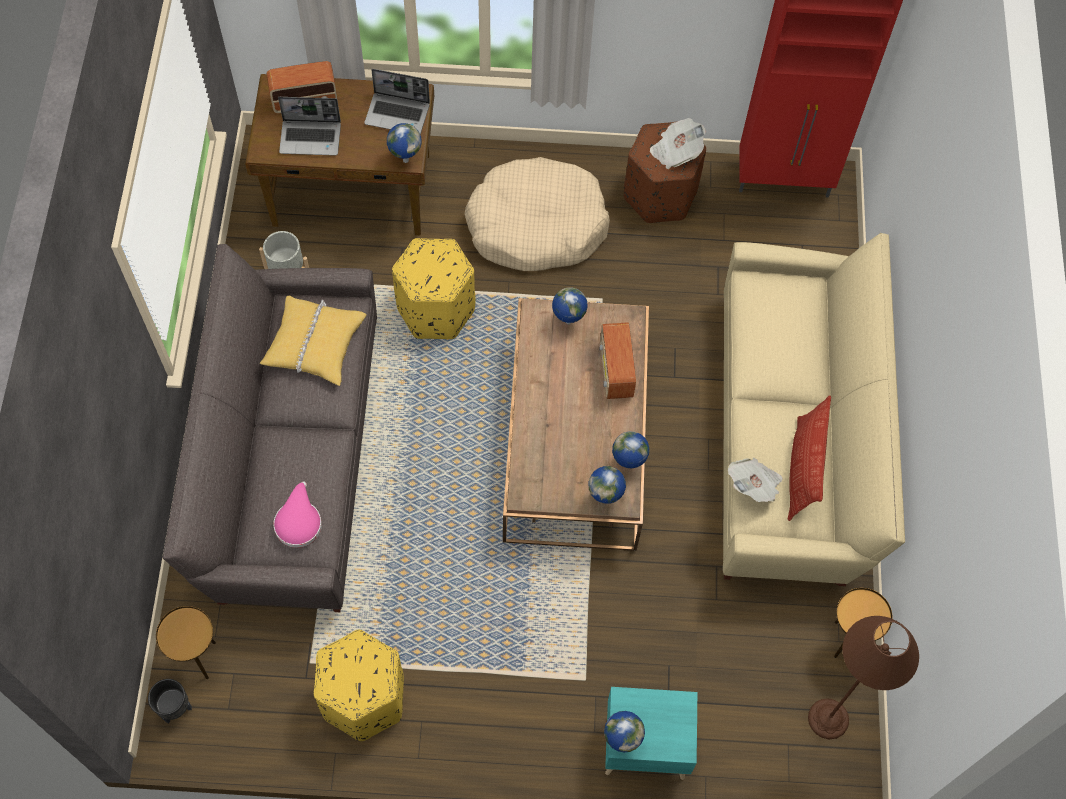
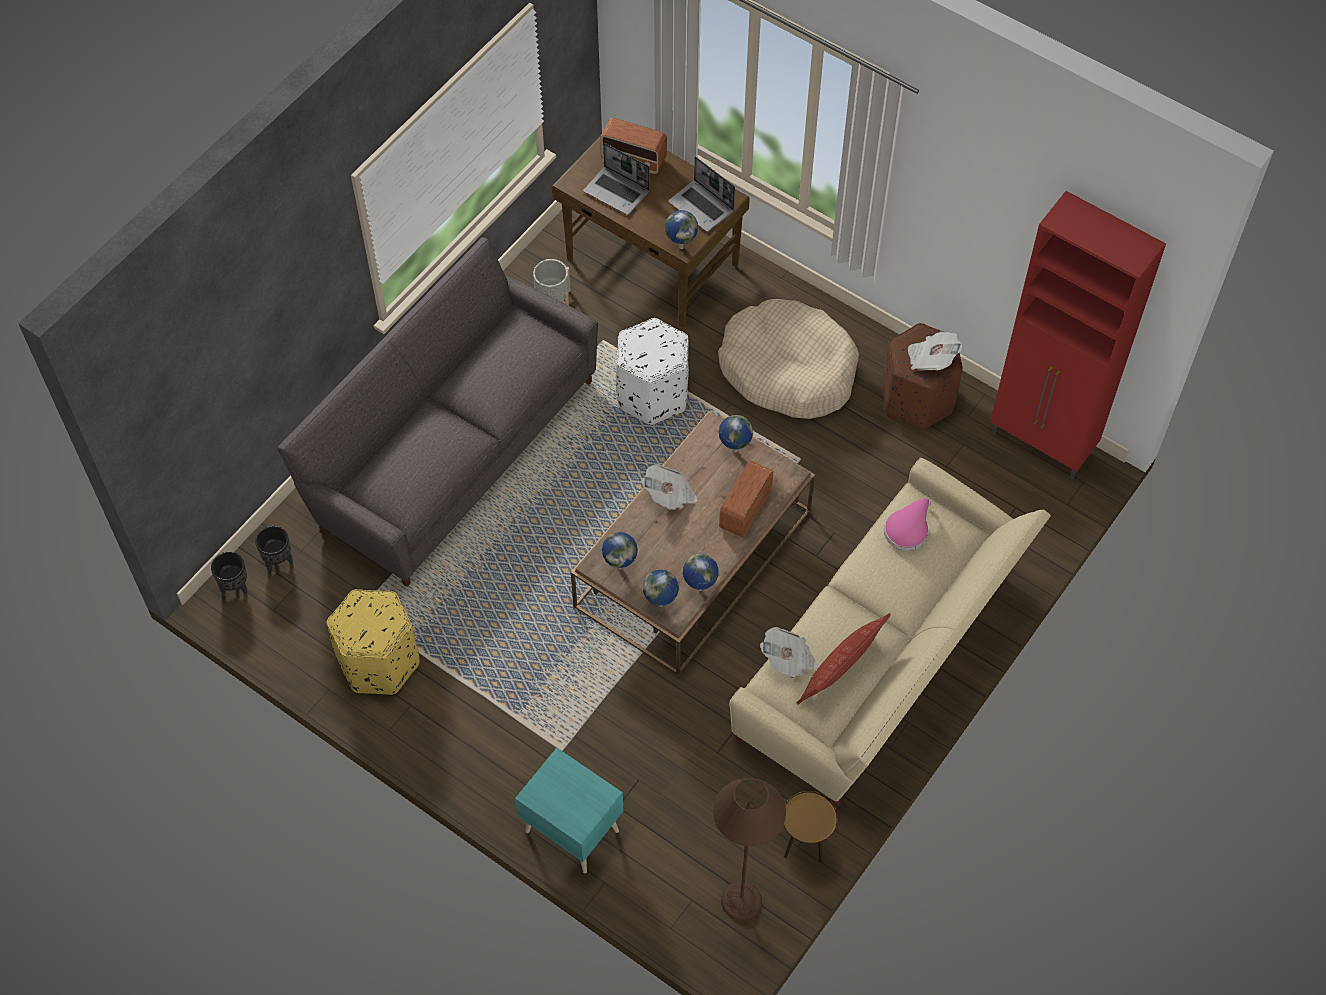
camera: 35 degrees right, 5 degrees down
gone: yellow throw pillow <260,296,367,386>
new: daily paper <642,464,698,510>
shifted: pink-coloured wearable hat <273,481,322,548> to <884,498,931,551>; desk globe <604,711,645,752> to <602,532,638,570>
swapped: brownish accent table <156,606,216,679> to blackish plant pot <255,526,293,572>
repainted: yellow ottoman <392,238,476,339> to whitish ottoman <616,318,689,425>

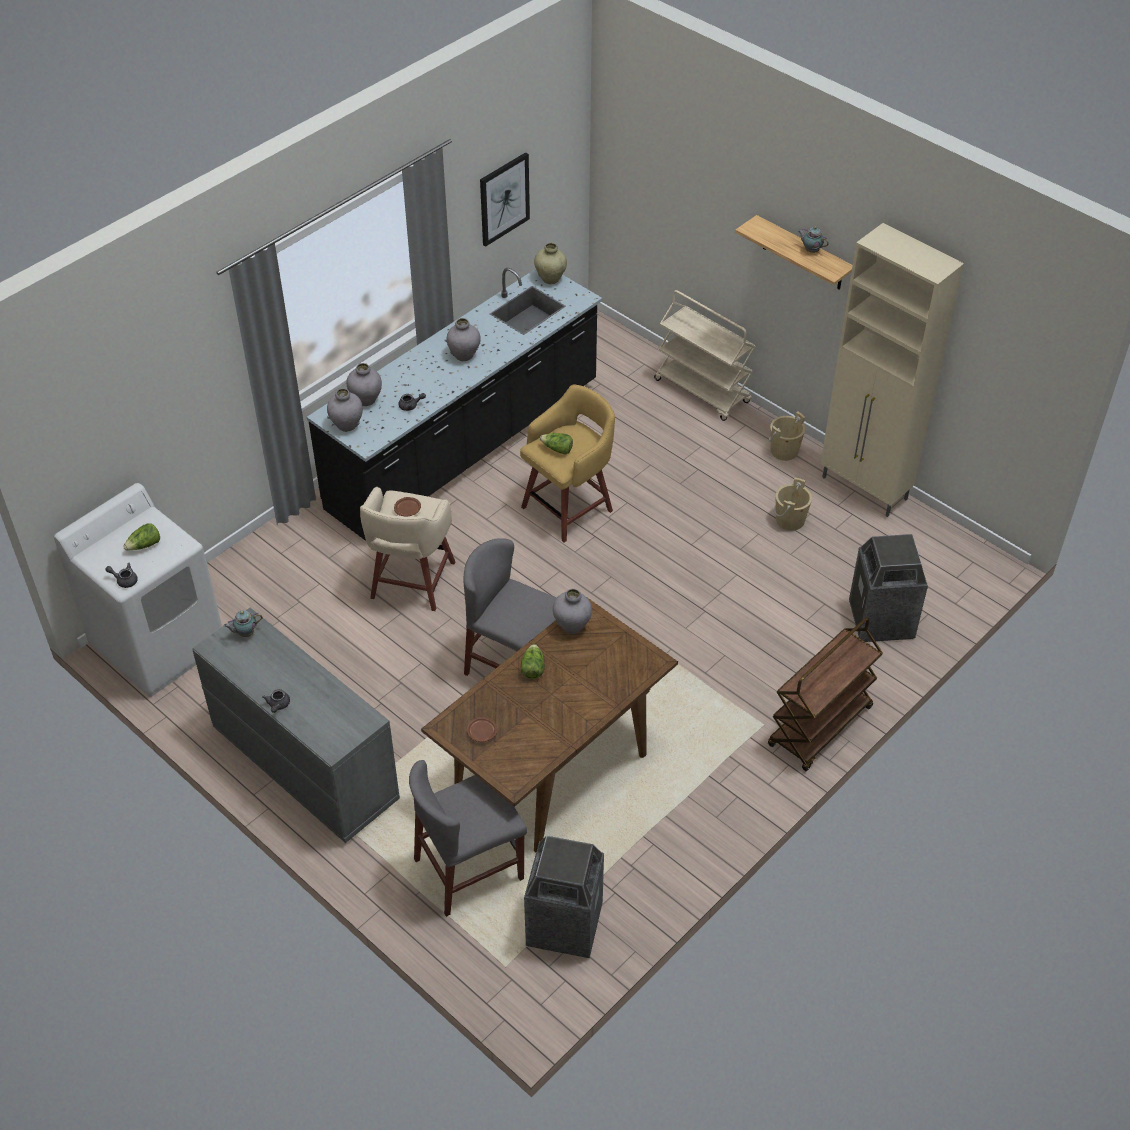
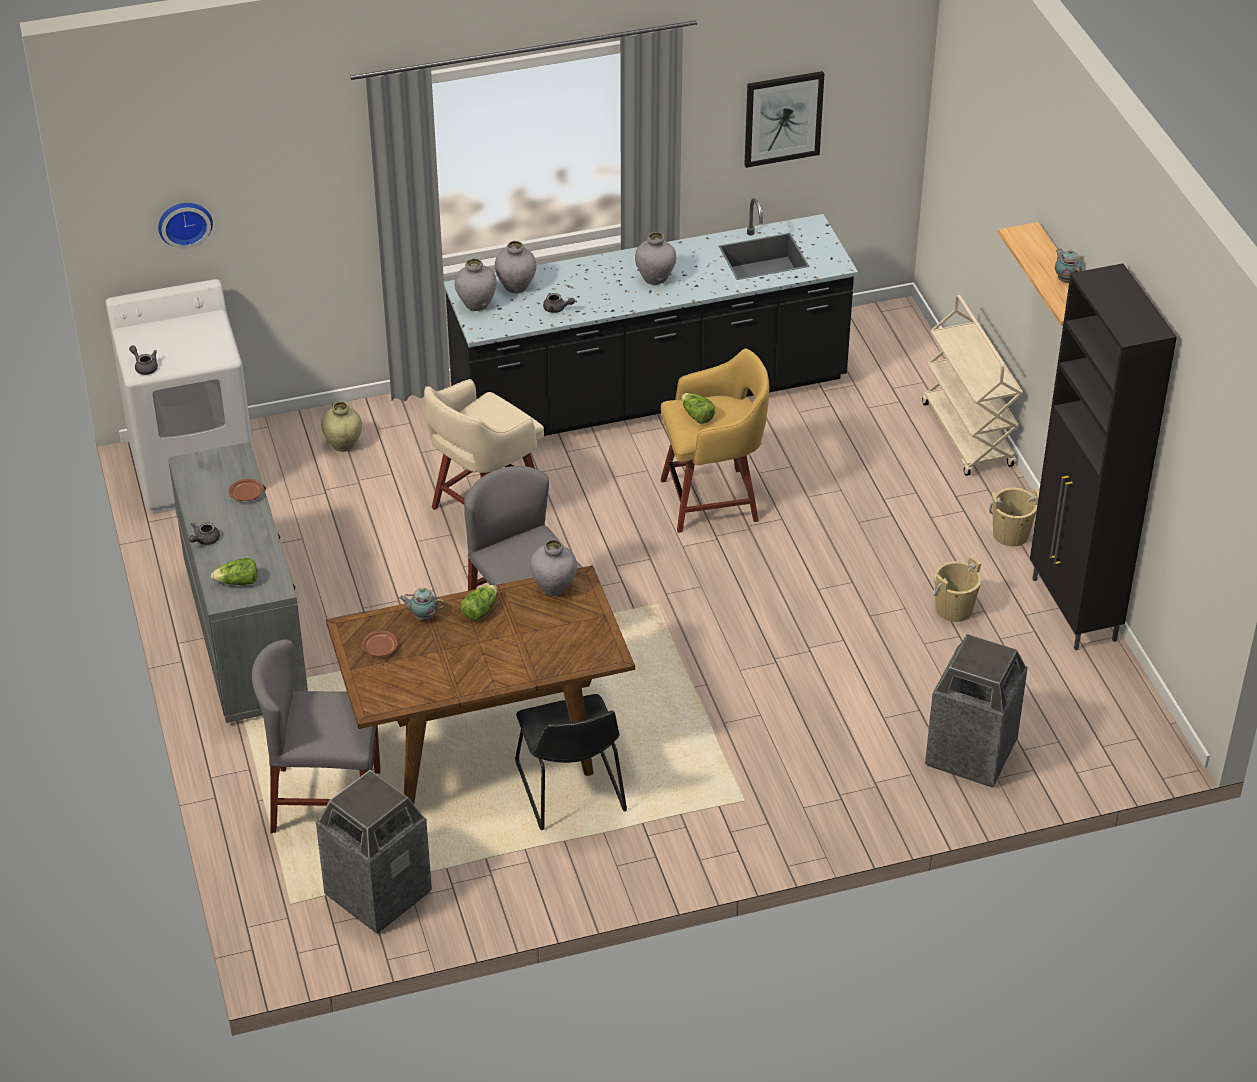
camera: 30 degrees right, 5 degrees down
gone: brownish trolley <768,617,883,771>
new: hanging clock <158,203,213,249>; blackish plain chair <515,694,627,830>
shifted: beige vase <534,243,567,284> to <321,402,362,452>; brownish plate <394,497,421,516> to <229,479,263,501>; lettuce <123,523,160,551> to <211,558,257,585>; pot for tea <224,610,263,637> to <399,588,446,621>
repainted: beige cupboard <821,223,964,517> to blackish cupboard <1030,263,1177,650>

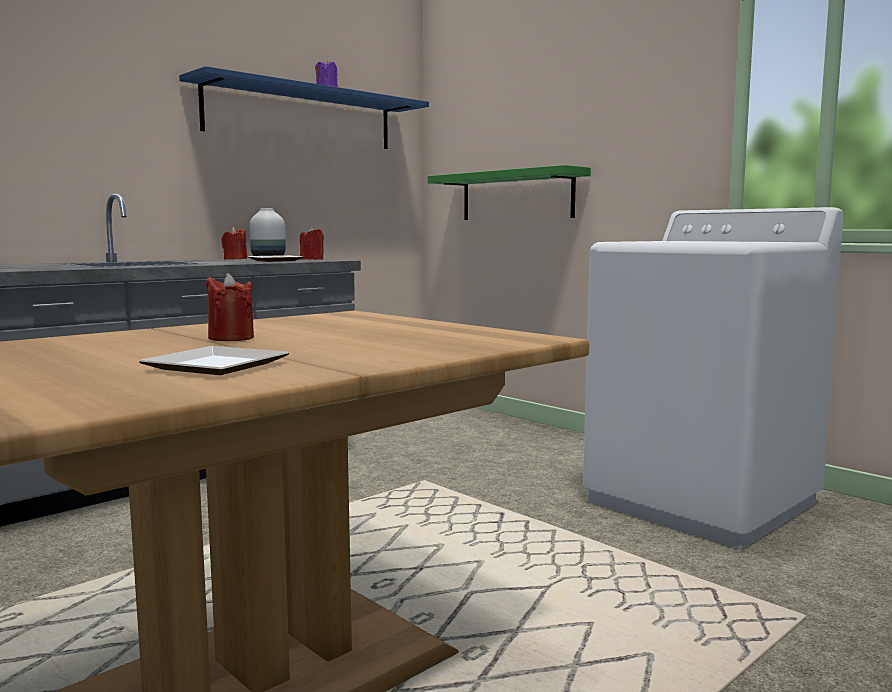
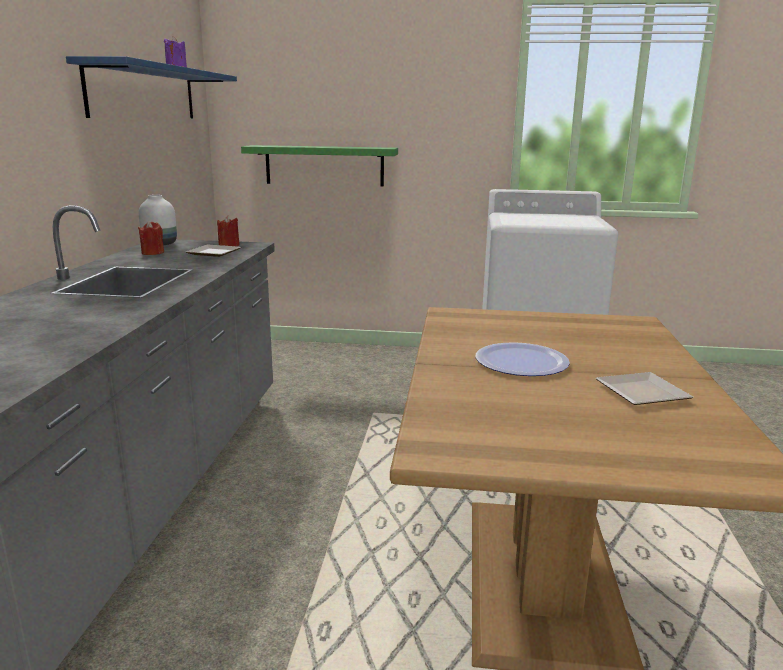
camera: 40 degrees left, 10 degrees up
swapped: red-coloured wax light <206,273,254,341> to plate <475,342,570,376>

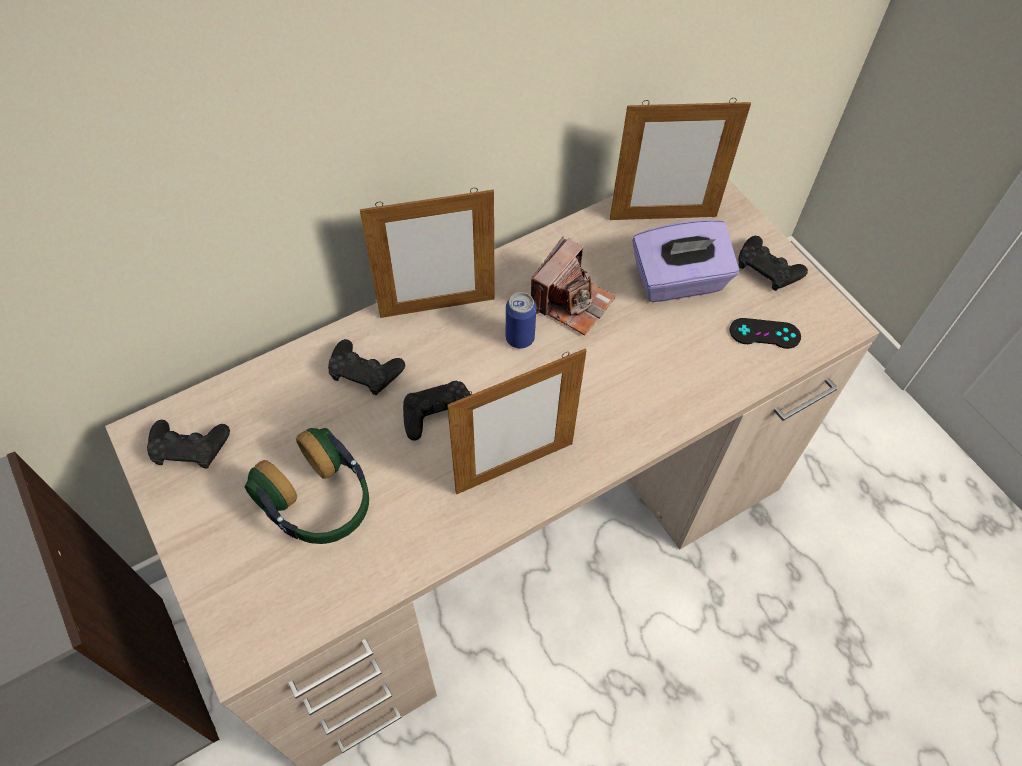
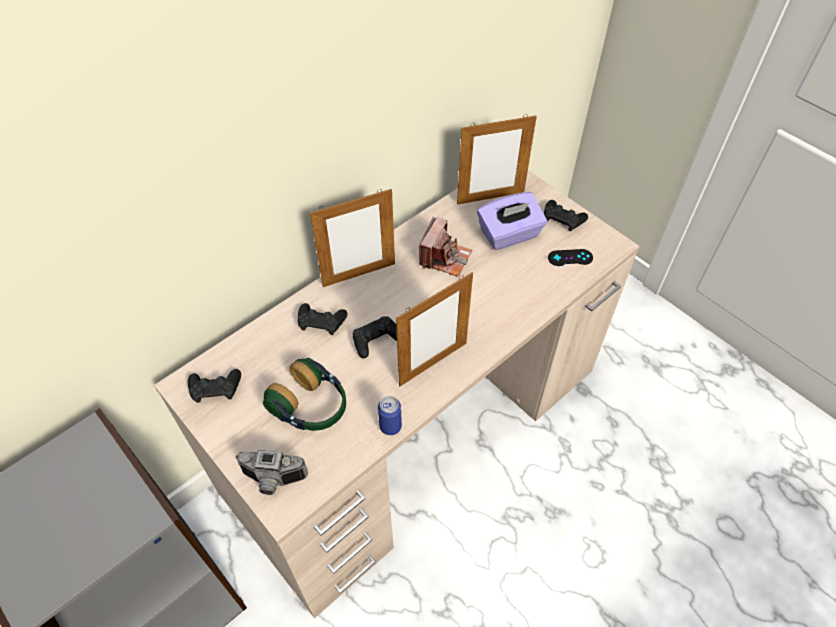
camera: 10 degrees left, 5 degrees down
new: photo camera <235,450,308,495>
shifted: sealed can <506,292,537,348> to <378,396,402,435>

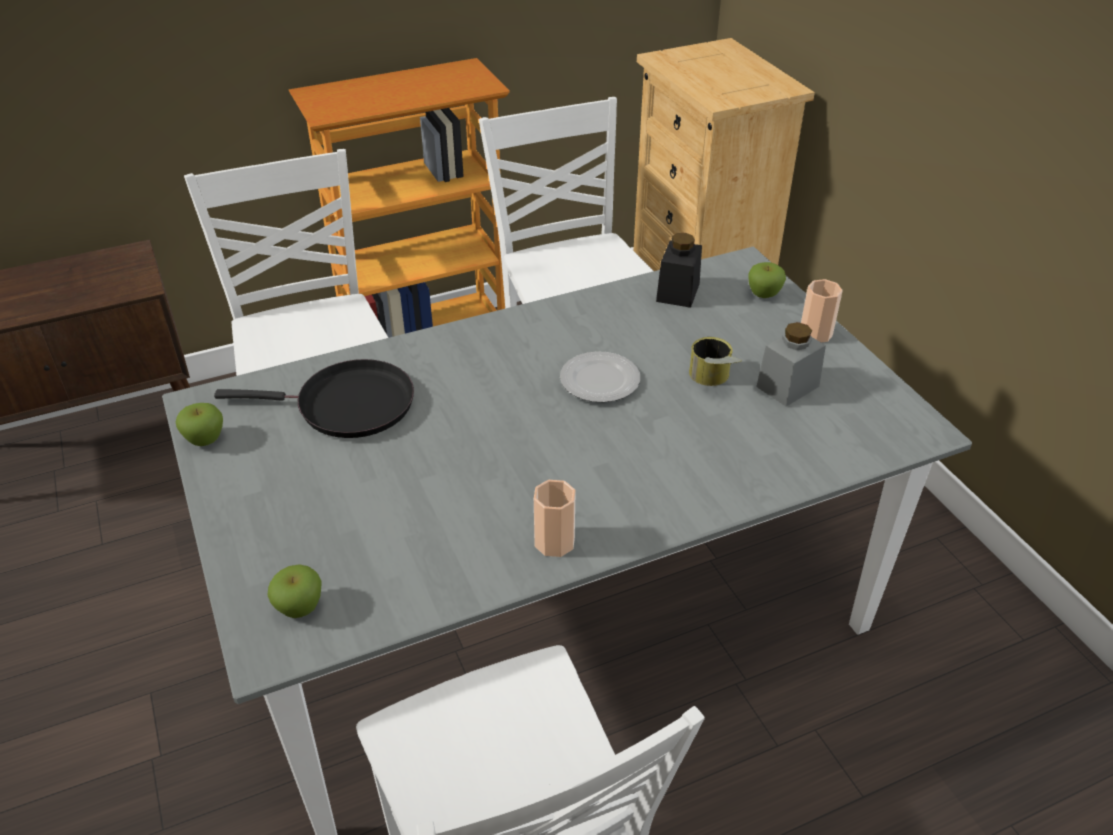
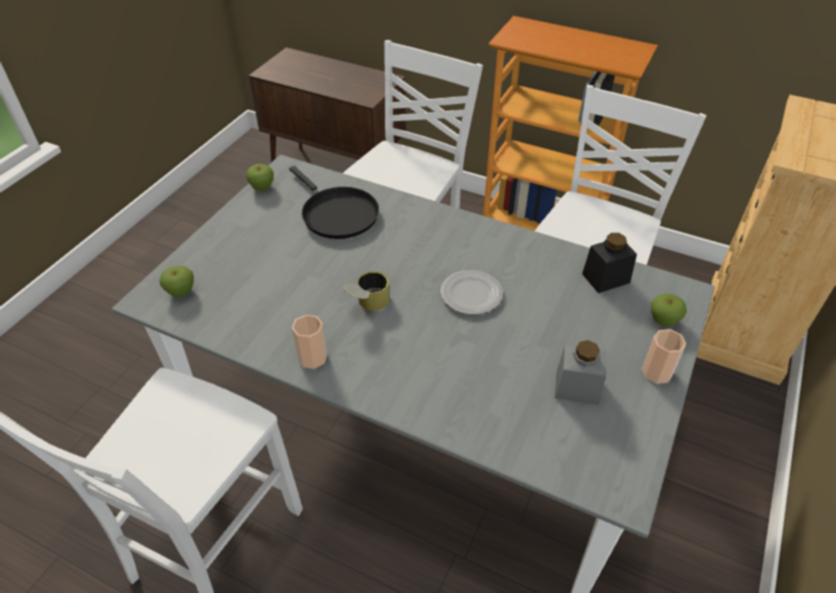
camera: 50 degrees right, 5 degrees up
shifted: sealed can <689,337,742,386> to <342,271,390,311>

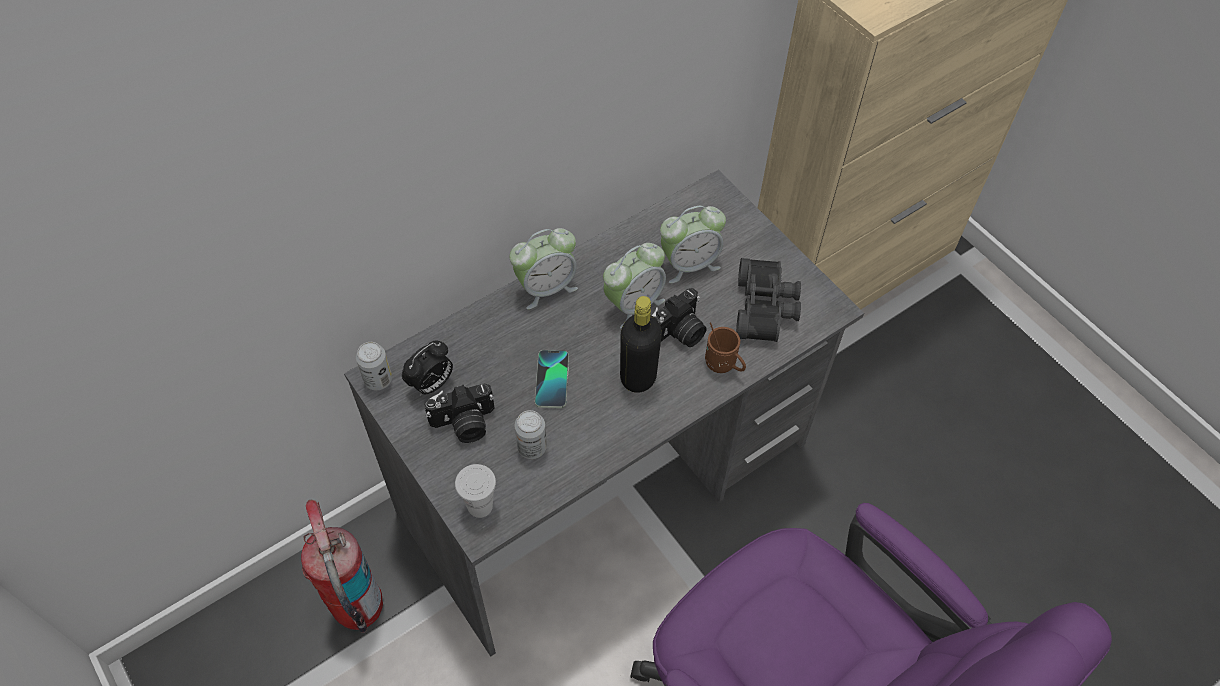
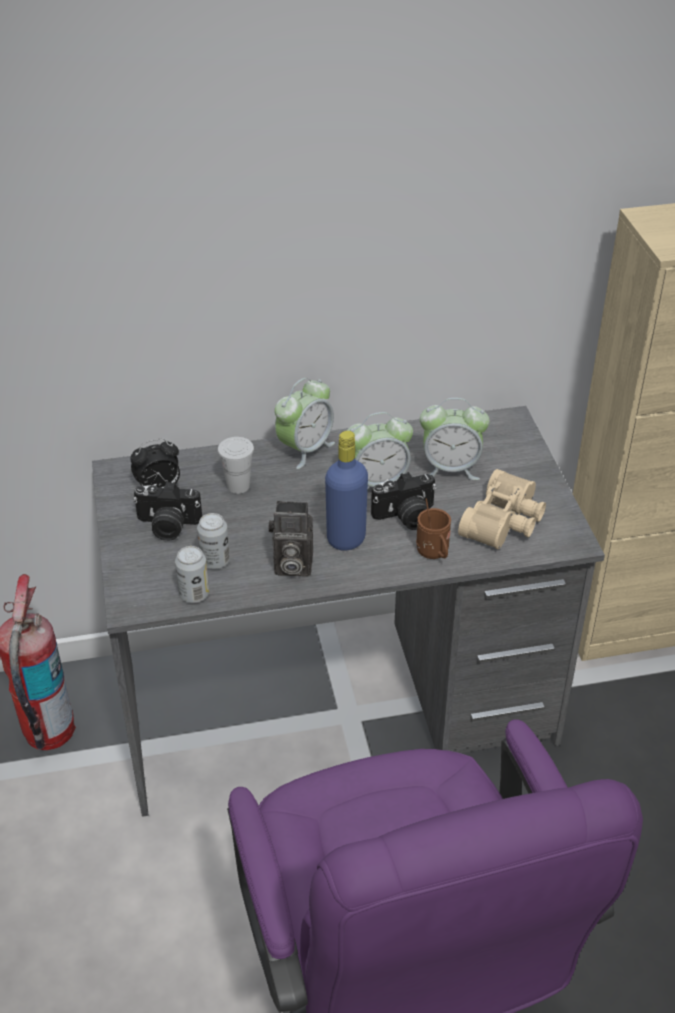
camera: 25 degrees right, 15 degrees down
gone: handset <535,350,569,408>
new: photo camera <269,501,313,577>
shifted: sealed can <356,342,392,390> to <175,546,209,603>; whitish drinking cup <455,464,496,518> to <218,437,254,494>
repainted: blackish pair of binoculars <736,258,801,342> to beige pair of binoculars <458,469,546,550>; blackish bottle <620,296,662,393> to blue-coloured bottle <325,431,368,551>
rotated: table clock <510,228,578,309> = <275,378,335,469> 45 degrees counterclockwise

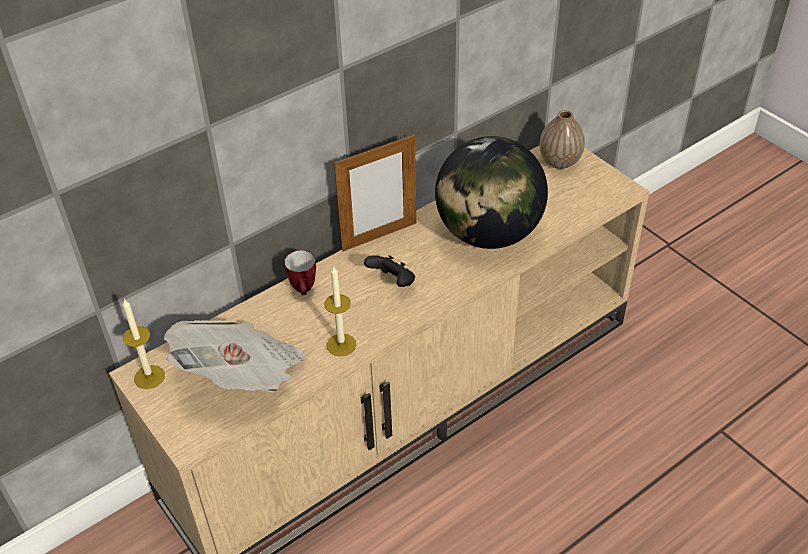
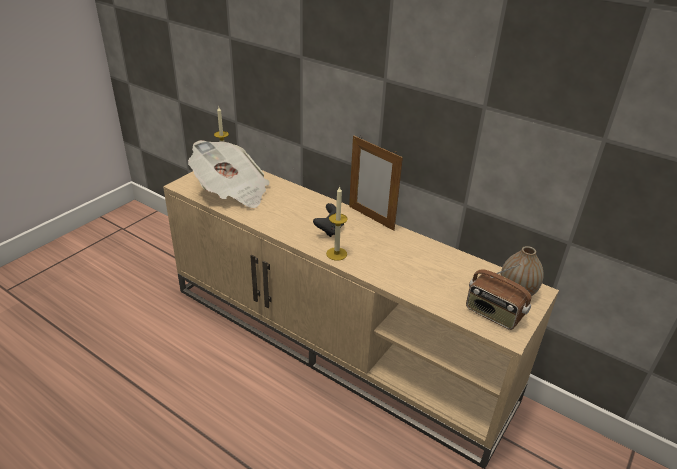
camera: 70 degrees right, 10 degrees down
gone: desk globe <435,136,548,249>; tea mug <284,250,316,295>
new: radio set <466,264,532,330>
shifted: wax light <324,267,356,356> to <326,187,348,261>

